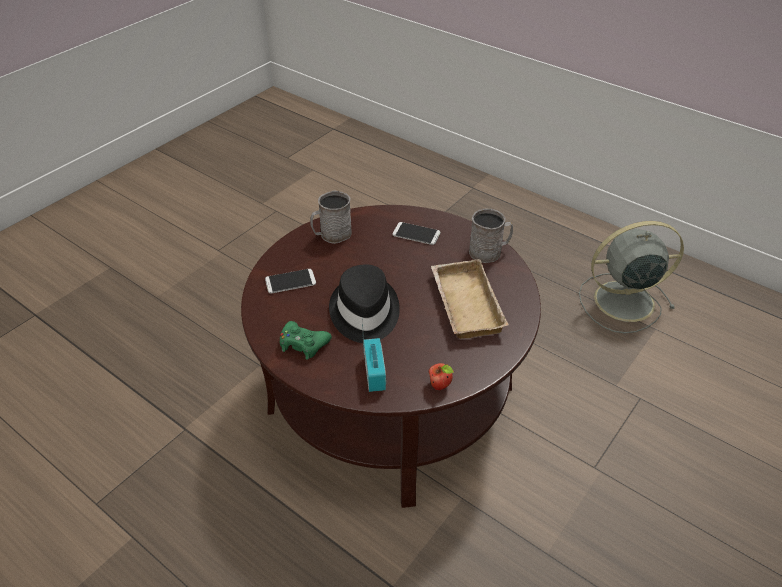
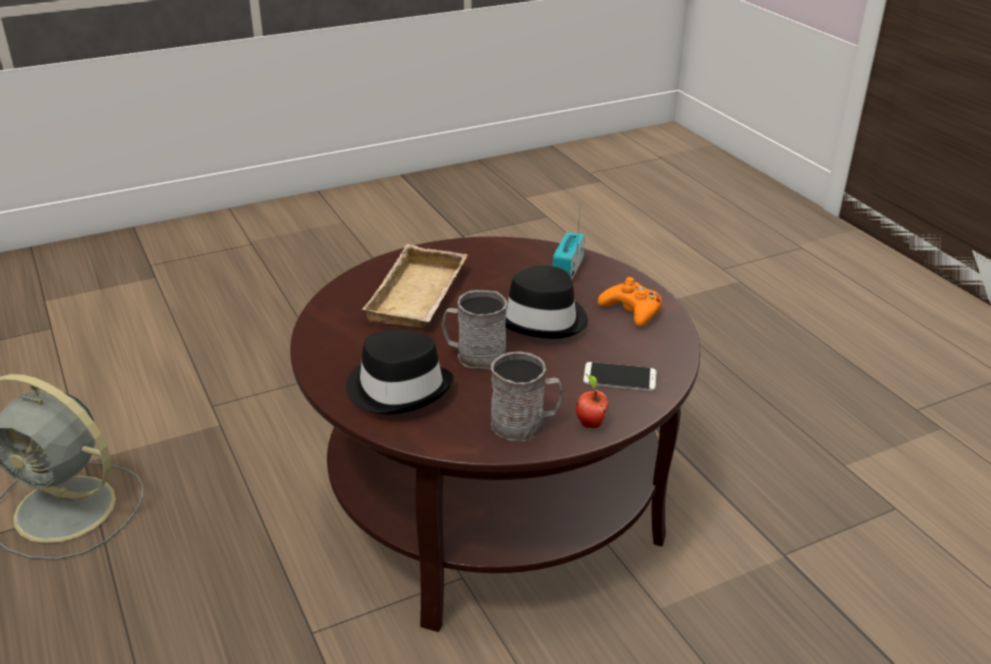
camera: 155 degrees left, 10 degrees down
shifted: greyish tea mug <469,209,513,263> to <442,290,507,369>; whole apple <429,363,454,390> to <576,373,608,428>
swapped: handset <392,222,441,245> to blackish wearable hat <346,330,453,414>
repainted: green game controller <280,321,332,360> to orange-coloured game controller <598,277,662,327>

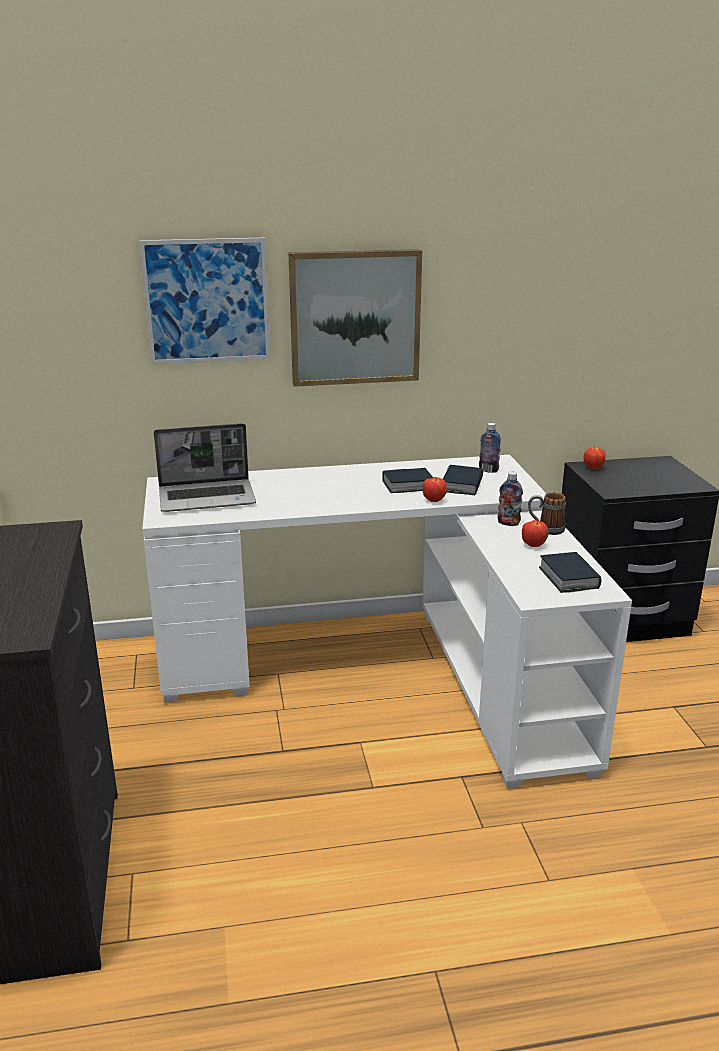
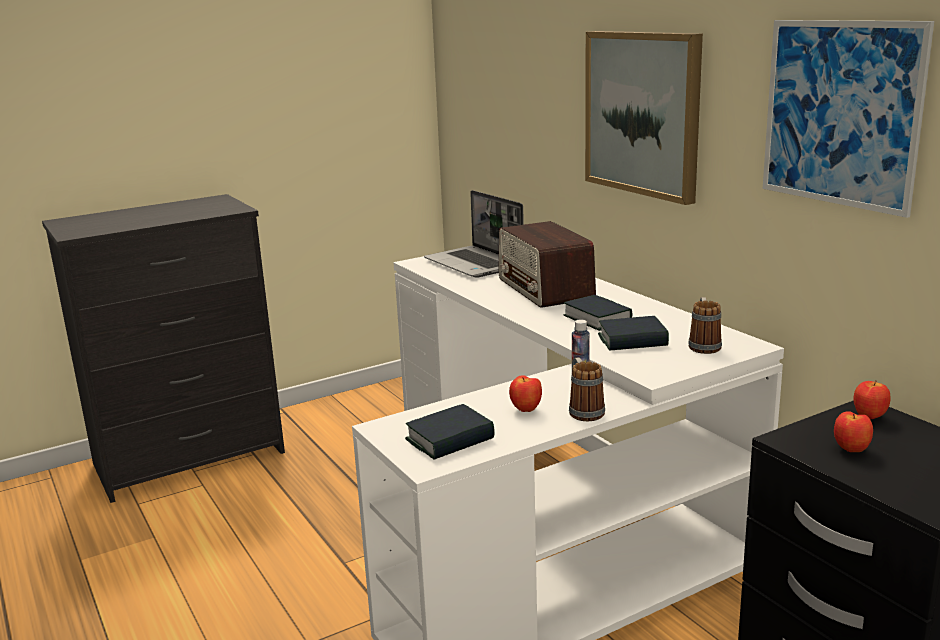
camera: 70 degrees right, 5 degrees down
new: radio set <499,221,596,308>
shifted: wall art <139,238,270,364> to <763,20,934,218>; whole apple <423,477,447,502> to <834,411,873,452>
swapped: bottle <479,423,501,473> to tea mug <688,297,722,354>

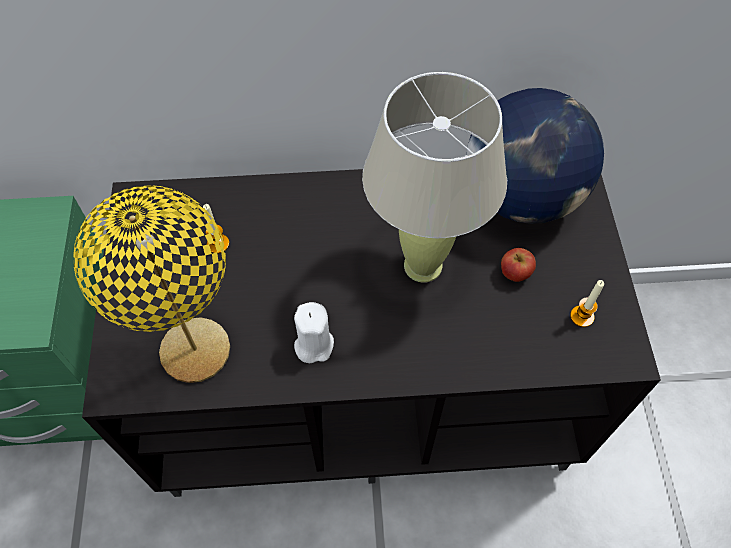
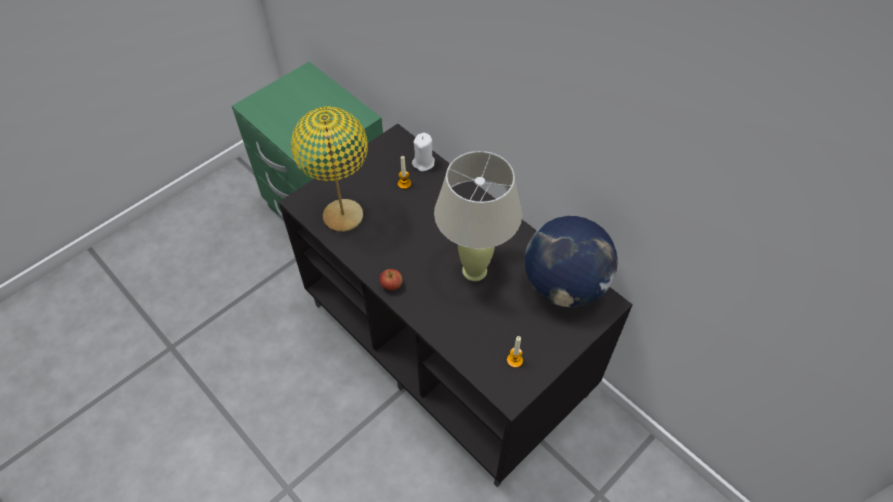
camera: 50 degrees right, 5 degrees down
shifted: whole apple <501,248,536,282> to <380,269,403,290>; whitish wax light <294,302,334,363> to <412,133,435,171>

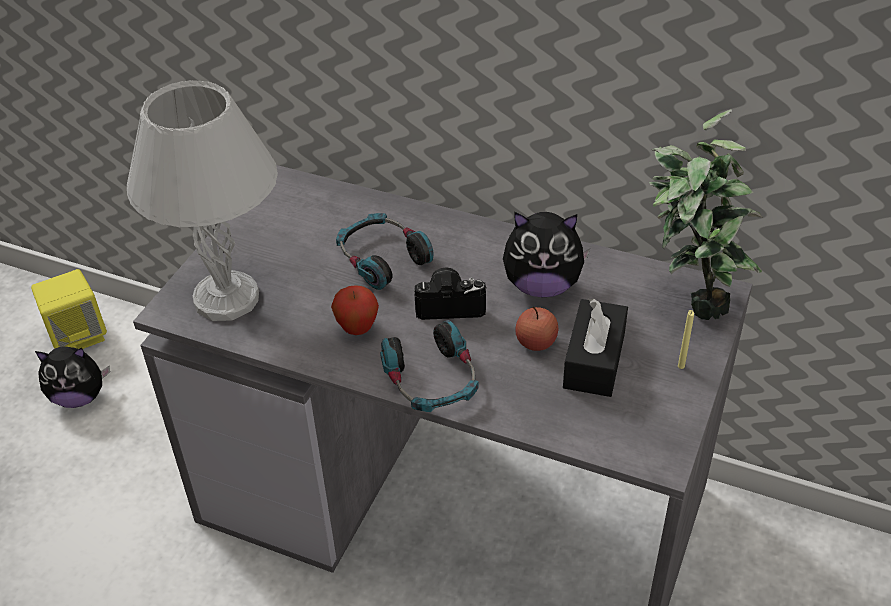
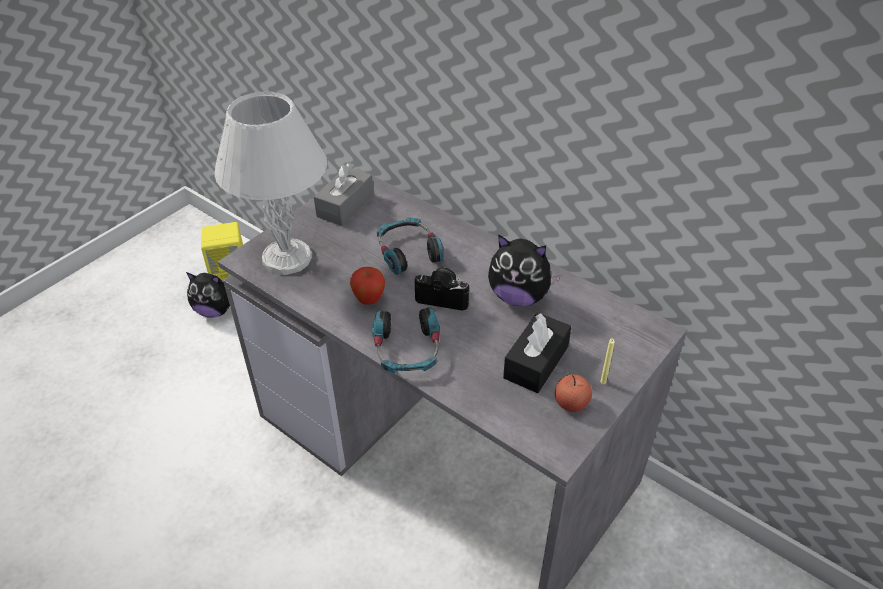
camera: 15 degrees right, 0 degrees up
gone: houseplant <649,109,763,320>
new: greyish box of tissues <314,163,374,226>
shifted: whole apple <515,307,558,351> to <555,374,592,412>

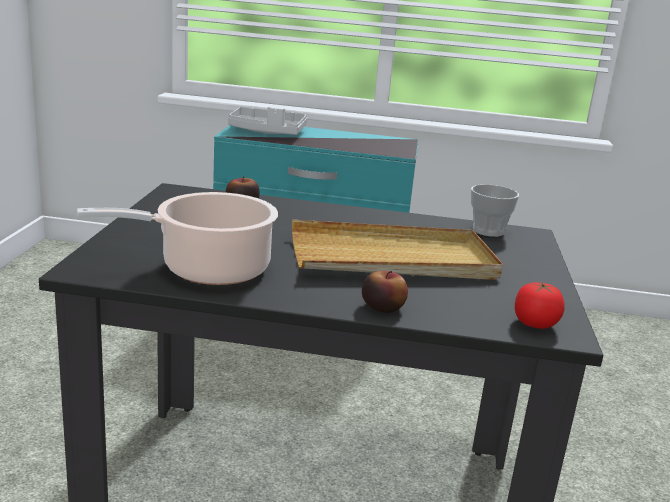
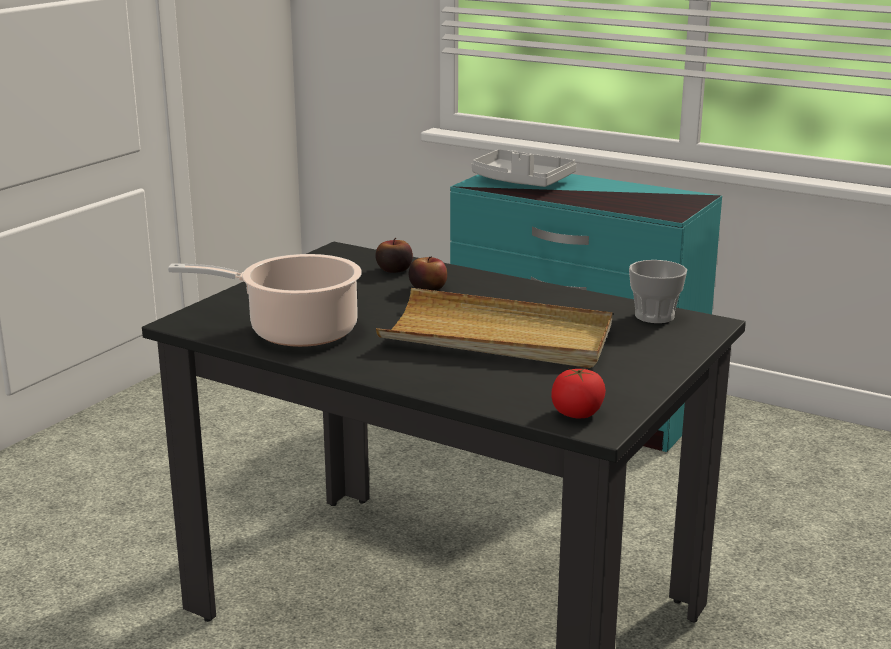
camera: 25 degrees right, 0 degrees up
shifted: whole apple <362,271,408,313> to <409,257,447,291>

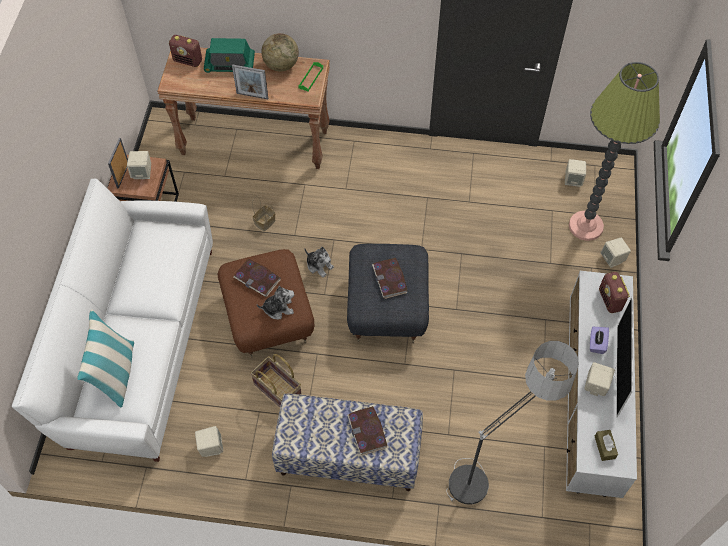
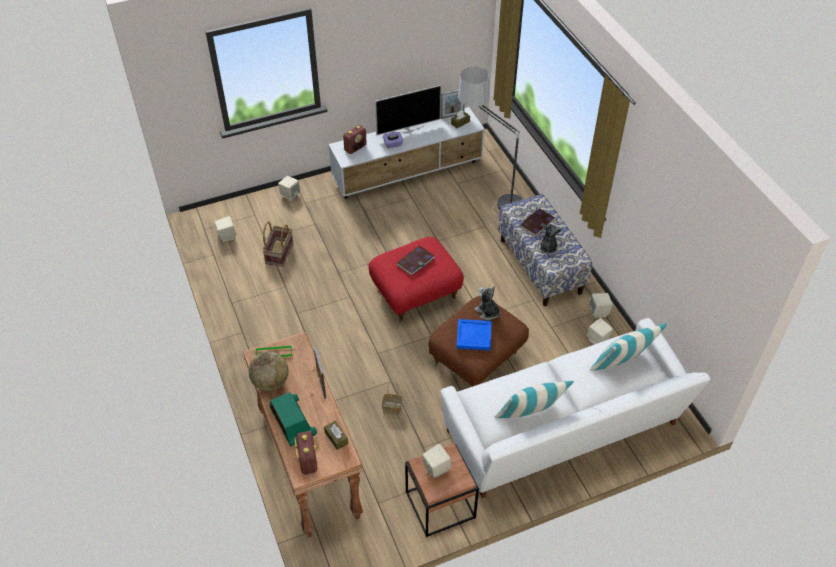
camera: 120 degrees left, 10 degrees down
gone: standing lamp <569,62,660,241>
new: throw pillow <495,381,574,418>; brownish box of tissues <324,421,348,450>
shifted: standing frame <108,138,128,189> to <441,90,465,119>; soft toy <304,247,334,278> to <538,223,562,255>; household basket <250,354,302,407> to <262,221,293,267>; beige speaker <584,362,615,396> to <589,293,613,318>
swapped: bound book <233,258,281,297> to blue-coloured carrying tray <457,319,492,350>
repainted: greyish ottoman <347,244,429,343> to red-coloured ottoman <368,237,464,323>

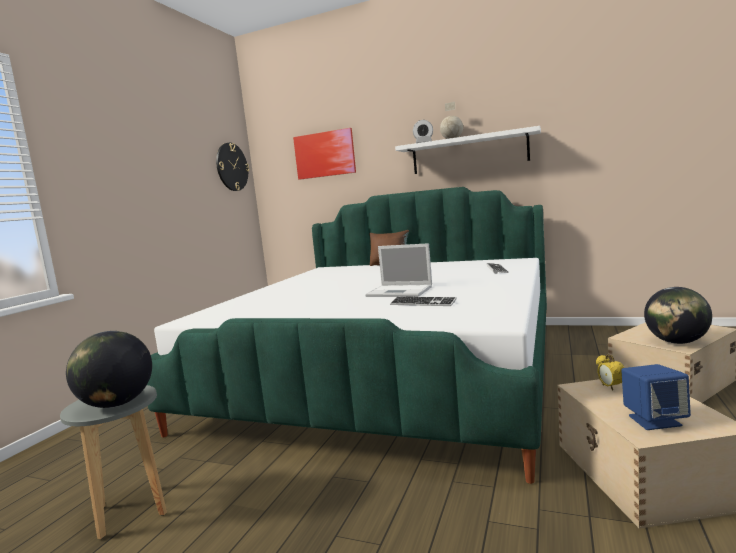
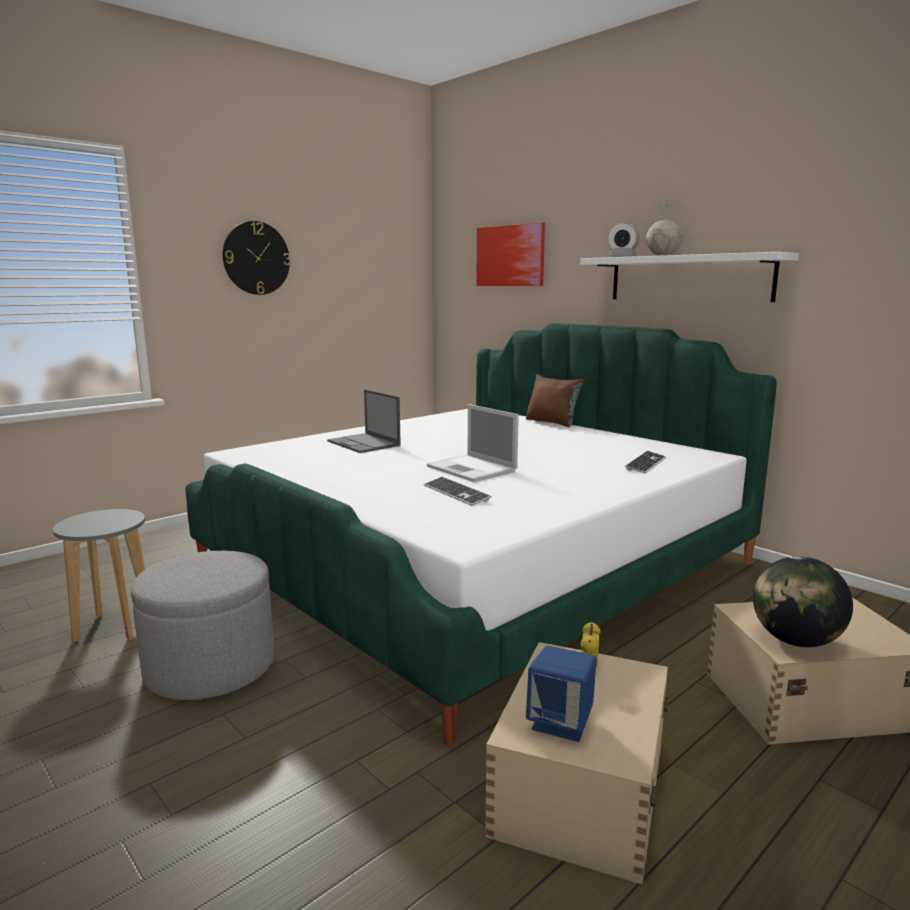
camera: 25 degrees right, 5 degrees up
gone: desk globe <66,331,152,408>
new: portable computer <327,389,401,453>; greyish ottoman <131,551,274,700>
shifted: hanging clock <216,143,249,191> to <223,221,291,295>

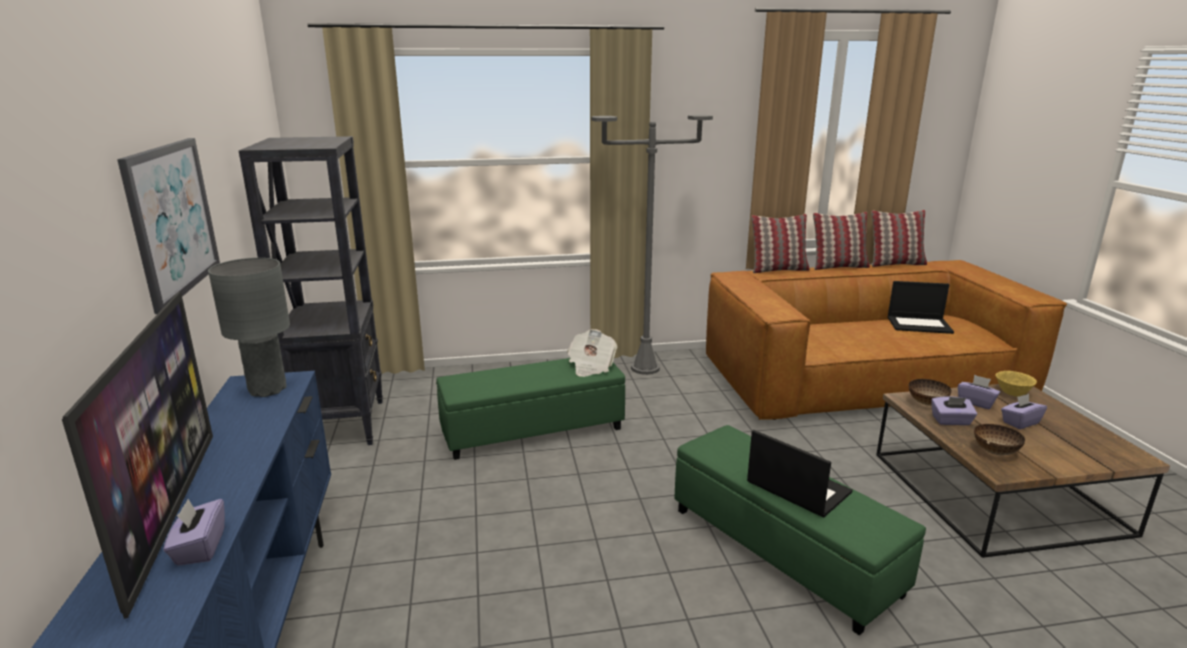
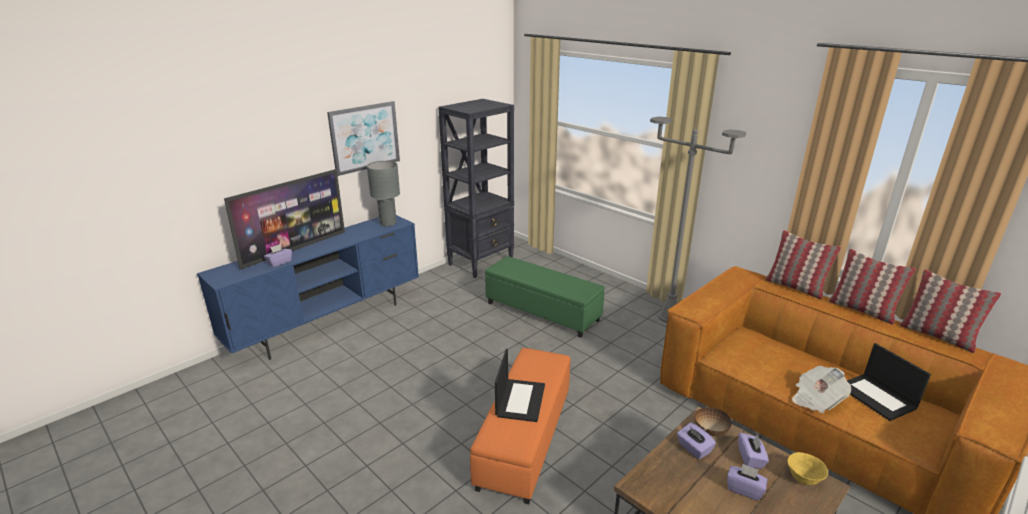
camera: 55 degrees right, 5 degrees up
gone: bowl <974,424,1025,455>
shifted: daily paper <567,329,617,377> to <792,366,851,413>
repainted: green ottoman <675,425,926,635> to orange-coloured ottoman <470,348,571,504>

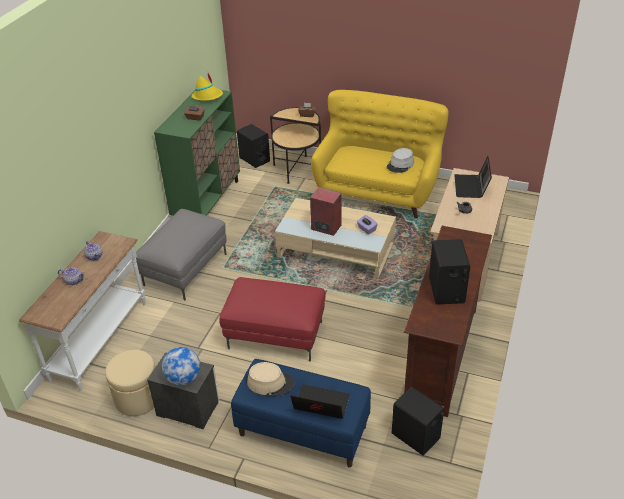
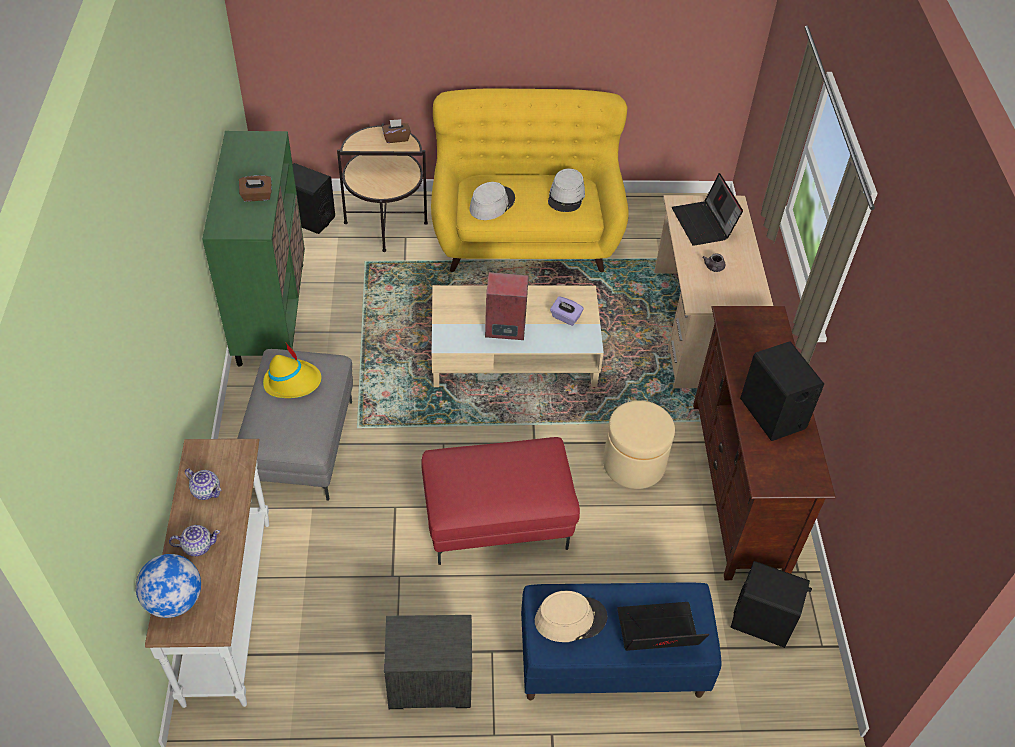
camera: 25 degrees left, 10 degrees up
new: greyish wearable hat <469,182,515,220>
shifted: yellow wearable hat <192,71,223,101> to <263,342,322,398>; desk globe <162,347,200,385> to <136,554,201,618>; beige ottoman <105,350,155,416> to <603,400,675,489>

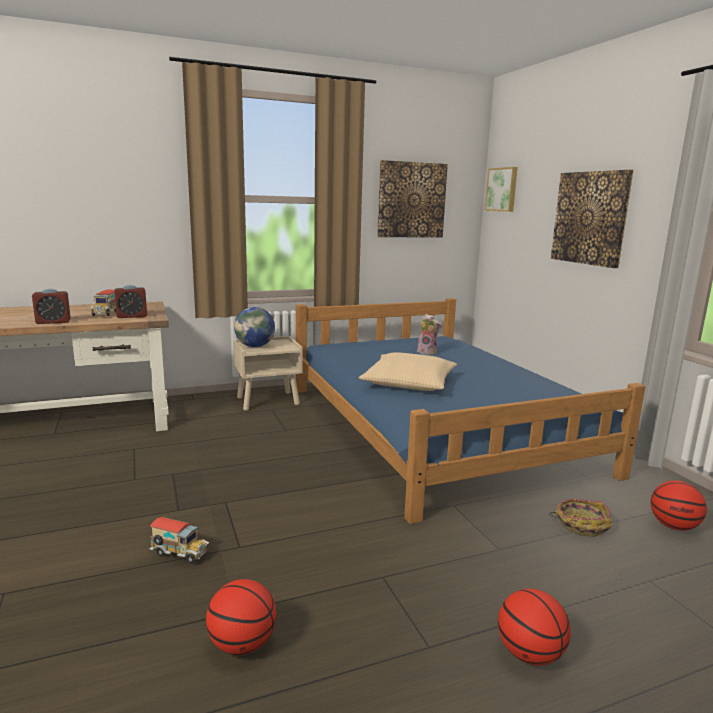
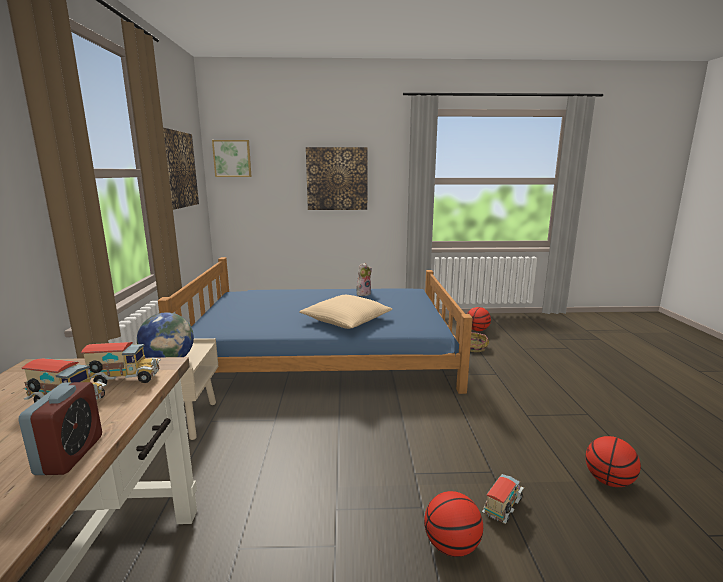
camera: 70 degrees left, 0 degrees up
shifted: soft toy <417,314,442,355> to <356,263,372,296>; basketball ball <498,589,571,666> to <424,491,483,557>
swapped: table clock <114,285,147,318> to model truck <81,342,161,384>

